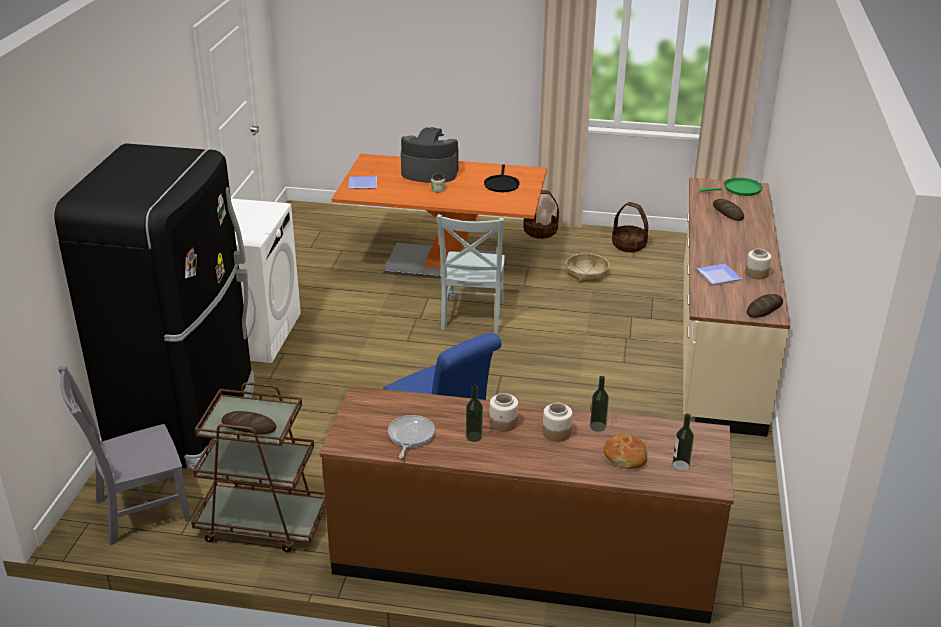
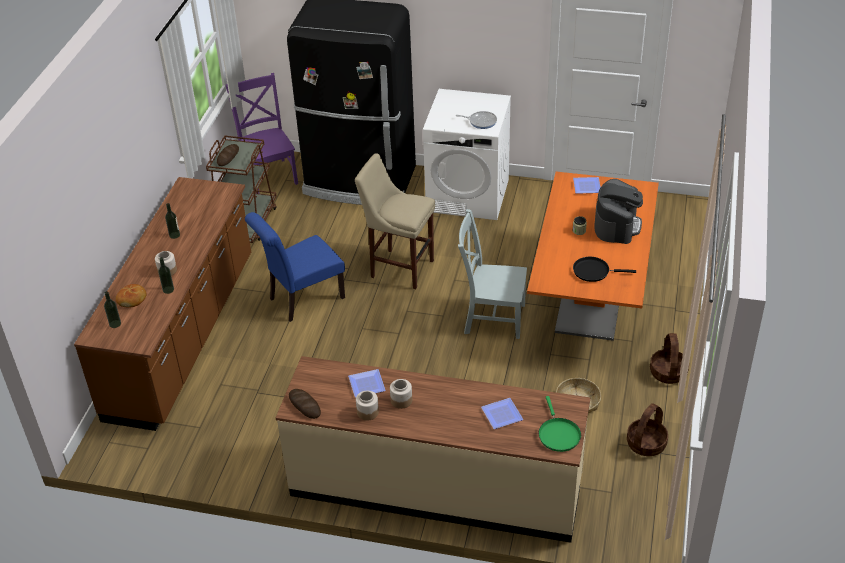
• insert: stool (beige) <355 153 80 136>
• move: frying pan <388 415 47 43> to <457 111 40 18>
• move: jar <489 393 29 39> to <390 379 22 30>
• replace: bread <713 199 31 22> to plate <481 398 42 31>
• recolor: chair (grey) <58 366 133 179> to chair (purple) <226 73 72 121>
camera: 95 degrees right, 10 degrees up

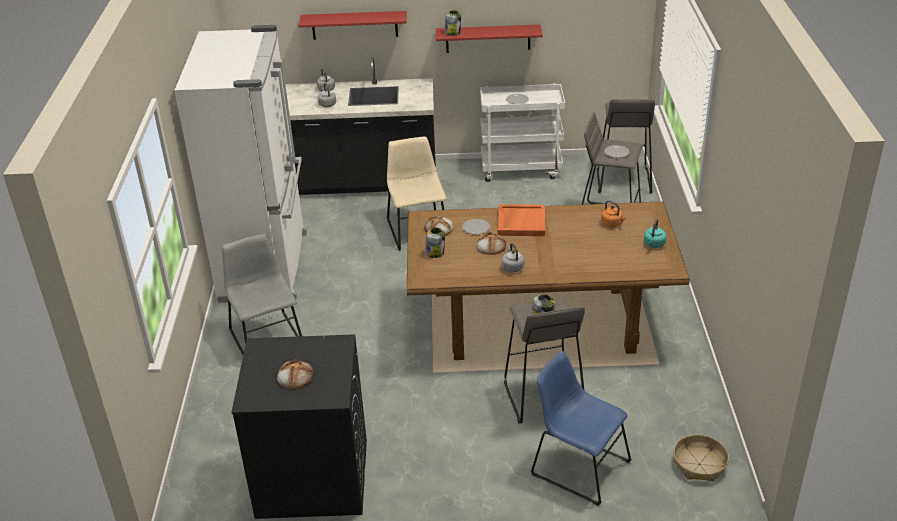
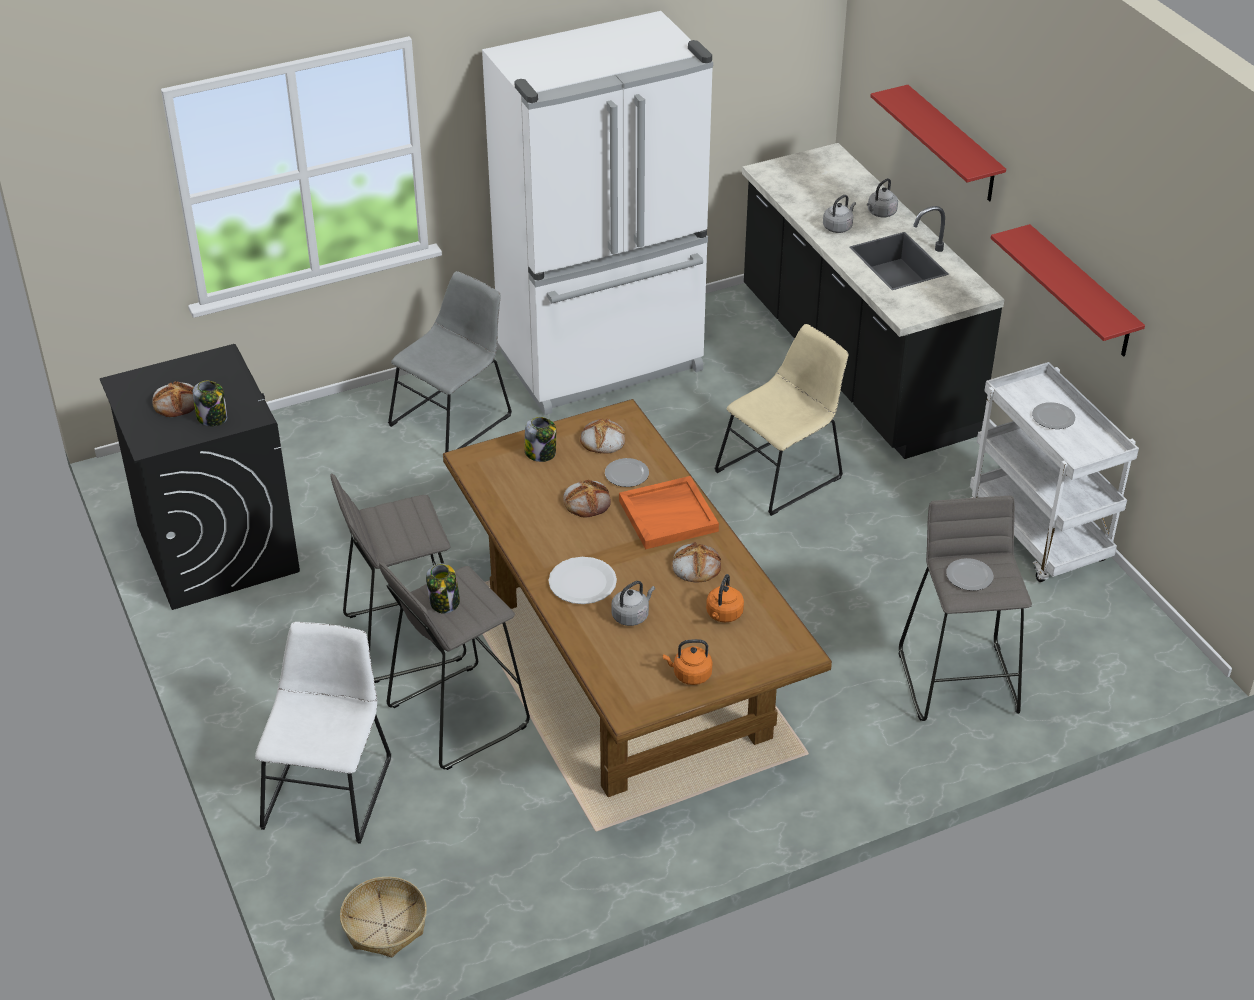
• insert: plate (white) <548 557 69 47>
• insert: bread <672 542 49 40>
• move: jar <444 10 17 26> to <193 381 35 45>
• move: kettle (grey) <502 243 22 30> to <611 581 44 45>
• move: stool (grey) <597 99 58 94> to <330 473 136 210>
• recolor: chair (blue) <531 351 101 155> to chair (white) <255 622 136 222>
• recolor: kettle (turquoise) <644 219 23 29> to kettle (orange) <663 639 49 46>
camera: 65 degrees right, 5 degrees up

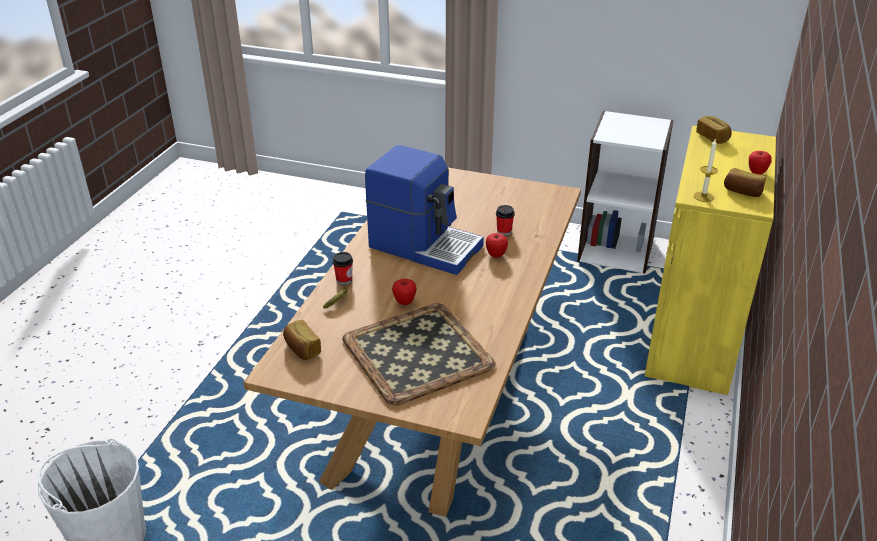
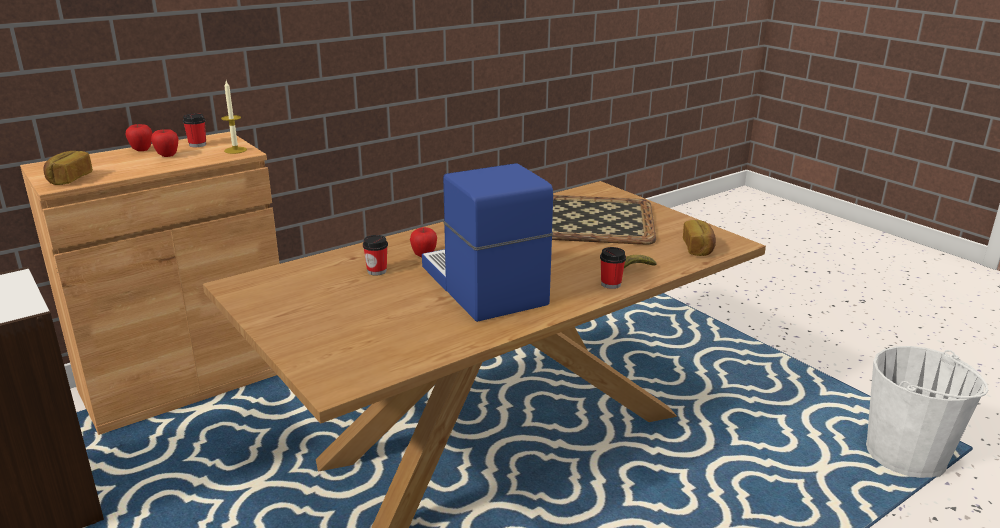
• move: apple <392 279 25 26> to <151 129 28 28>
• replace: bread <724 168 42 29> to cup <183 113 23 34>
• recolor: cabinet (yellow) <645 126 131 269> to cabinet (brown) <20 132 259 303>
camera: 145 degrees left, 10 degrees down

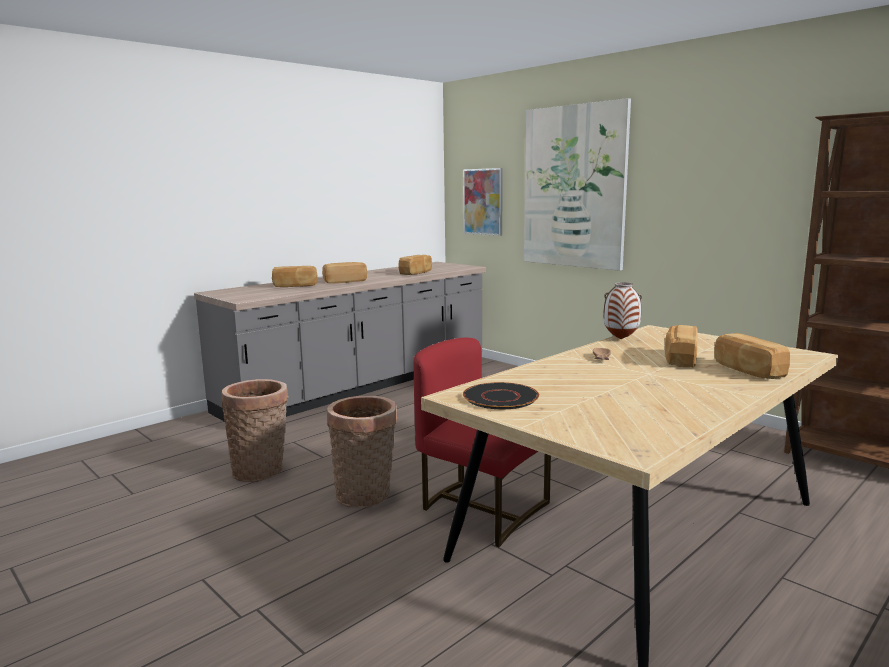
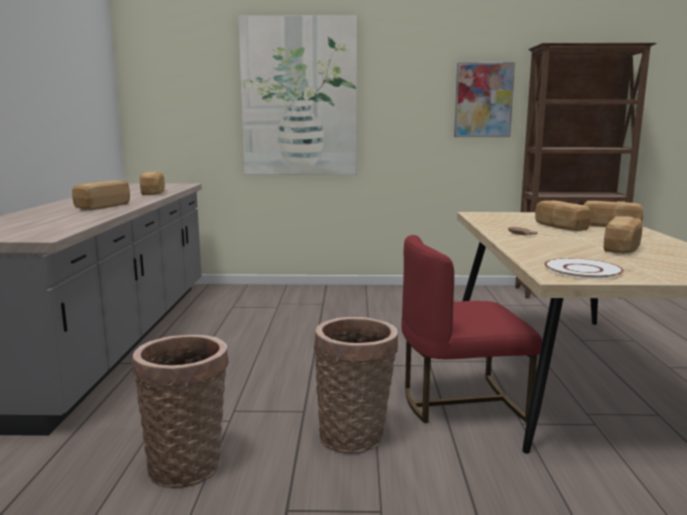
• delete: vase <603 282 39 57>
• move: bread <272 266 46 21> to <604 216 38 38>
• move: picture <463 168 40 68> to <454 62 61 75>
• recolor: plate (black) <463 382 76 27> to plate (white) <544 258 80 21>
camera: 45 degrees left, 0 degrees up

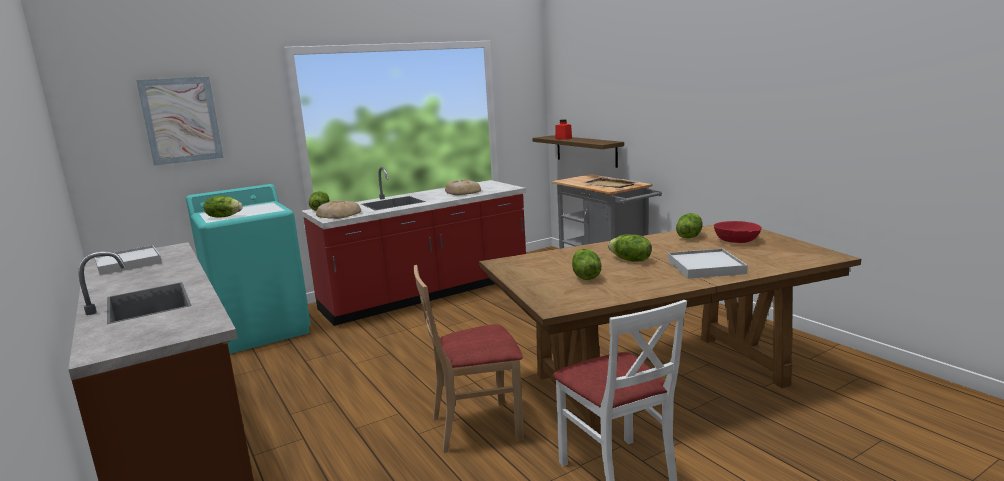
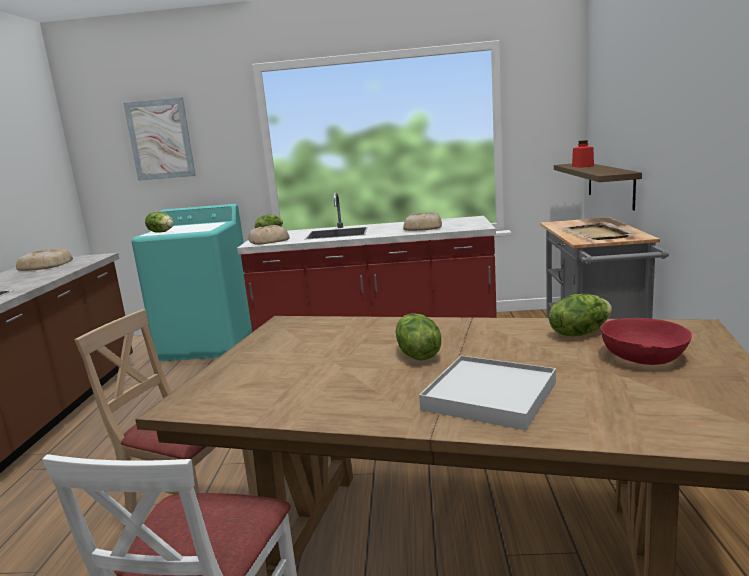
• delete: lettuce <572 249 29 31>
• replace: tray (white) <95 245 67 30> to bread <16 249 57 22>
camera: 35 degrees right, 0 degrees up

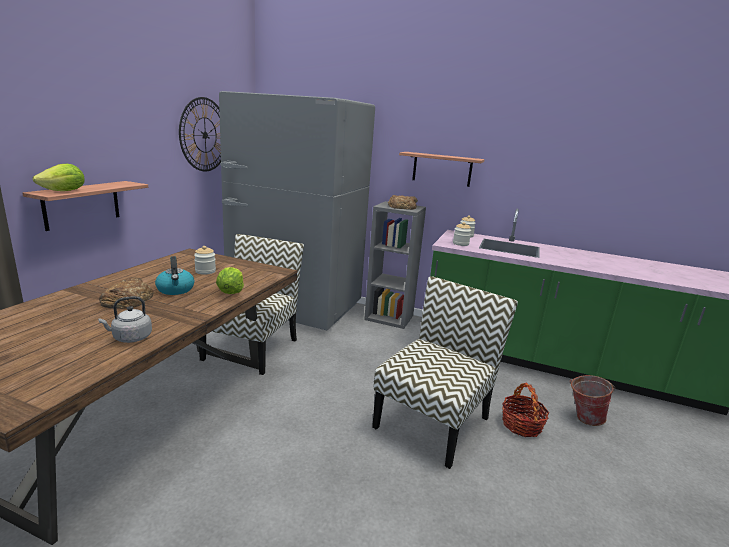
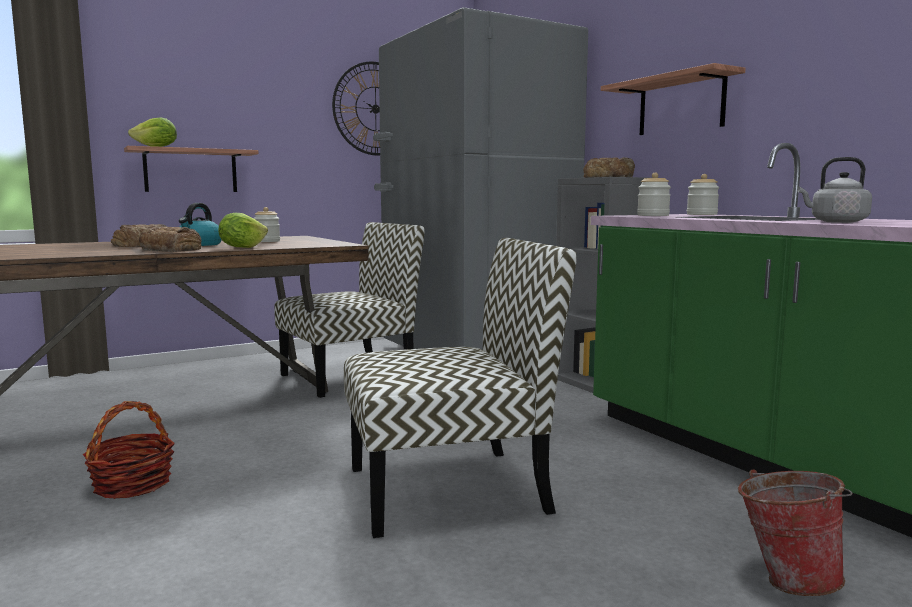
• insert: bread <139 227 63 25>
• move: kettle (grey) <98 296 54 47> to <797 157 75 66>
• move: basket <502 382 47 55> to <83 401 92 98>
camera: 40 degrees right, 10 degrees down

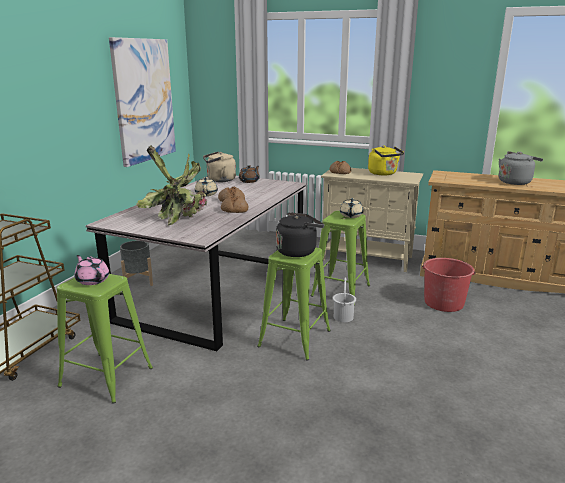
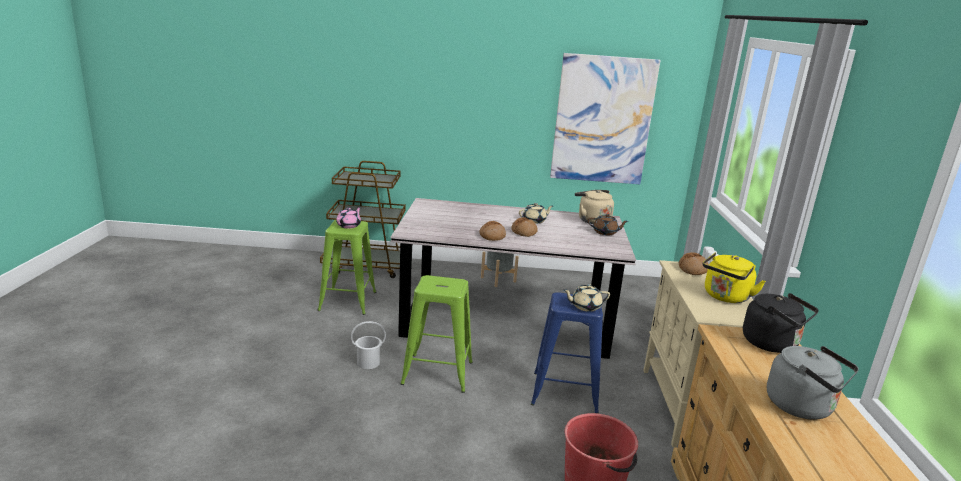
• delete: potted plant <137 145 70 81>
• move: kettle (black) <276 212 48 45> to <743 293 76 60>
• move: bucket (white) <333 277 23 45> to <351 321 35 48>
• recolor: stool (green) <311 211 59 95> to stool (blue) <531 292 72 122>
camera: 70 degrees right, 0 degrees up

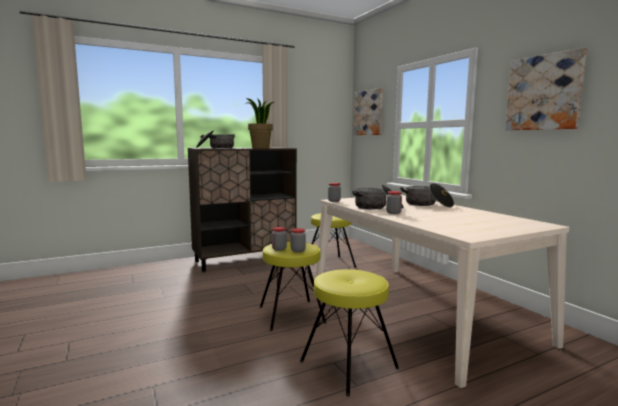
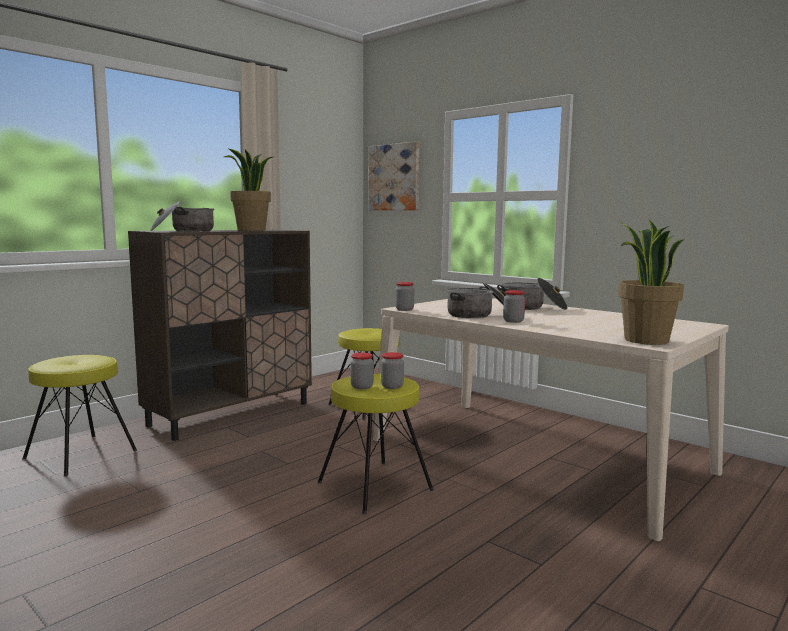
• delete: picture <505 47 82 83>
• insert: potted plant <618 219 67 126>
• move: stool (yellow) <300 269 99 128> to <22 355 115 121>
camera: 20 degrees left, 0 degrees up

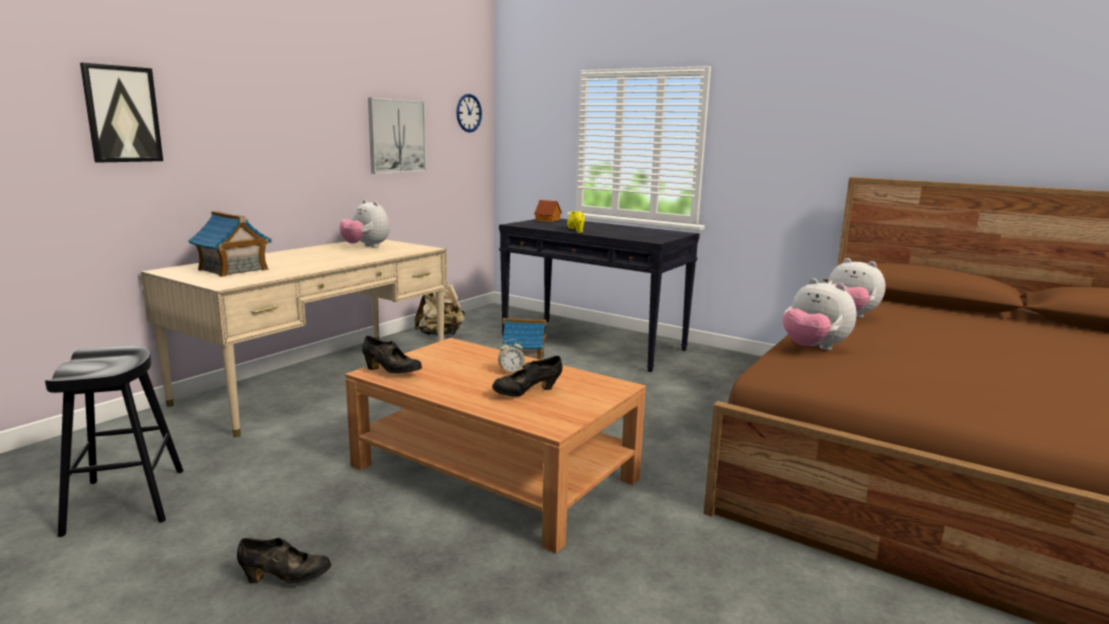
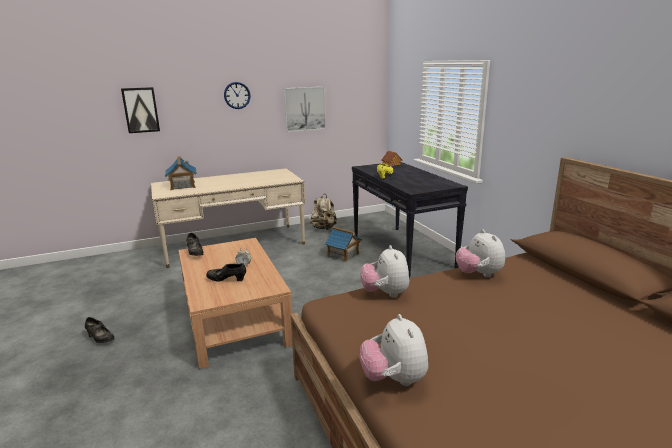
• delete: stool (black) <45 345 138 192>
• move: plush toy <340 200 50 48> to <359 314 69 72>
• move: wall clock <456 94 26 38> to <224 82 27 27>
camera: 35 degrees right, 5 degrees up

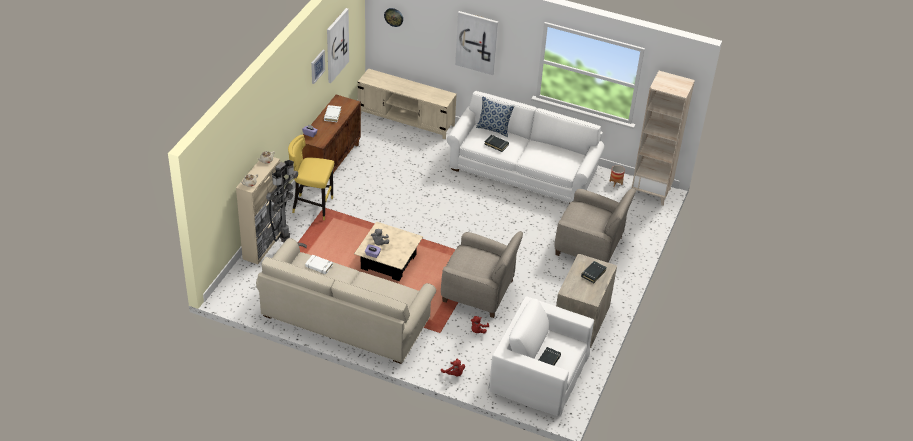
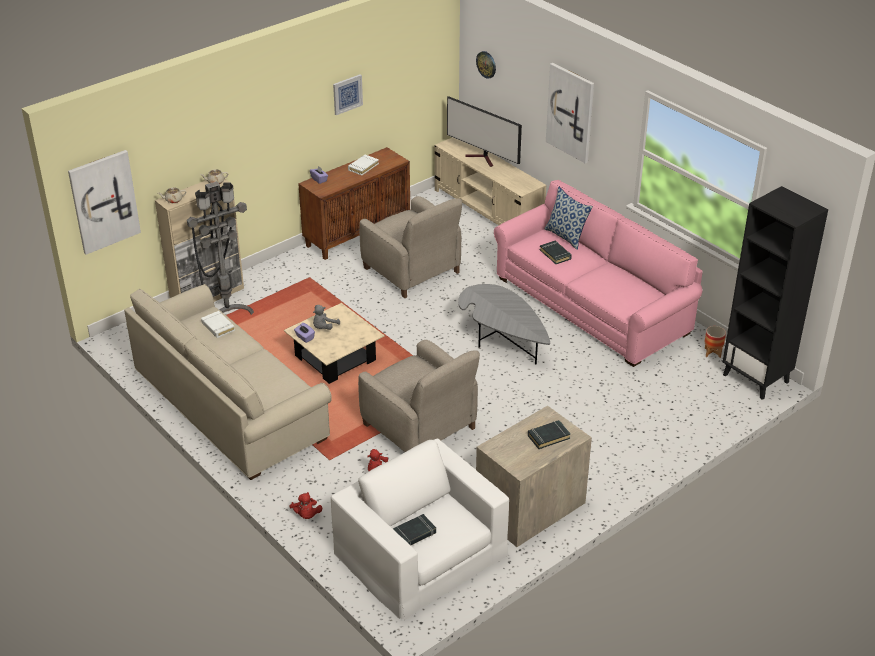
• delete: stool (yellow) <288 135 46 85>
• insert: television <447 96 75 71>
• insert: coffee table (grey) <458 284 92 80>
• move: picture <327 8 22 75> to <68 150 73 105>
• move: armchair (beige) <554 188 82 74> to <359 196 103 102>
• recolor: sofa (white) <447 91 157 113> to sofa (pink) <494 180 209 187>
• recolor: bookcase (beige) <631 71 64 135> to bookcase (black) <723 186 105 214>
camera: 30 degrees right, 5 degrees down

